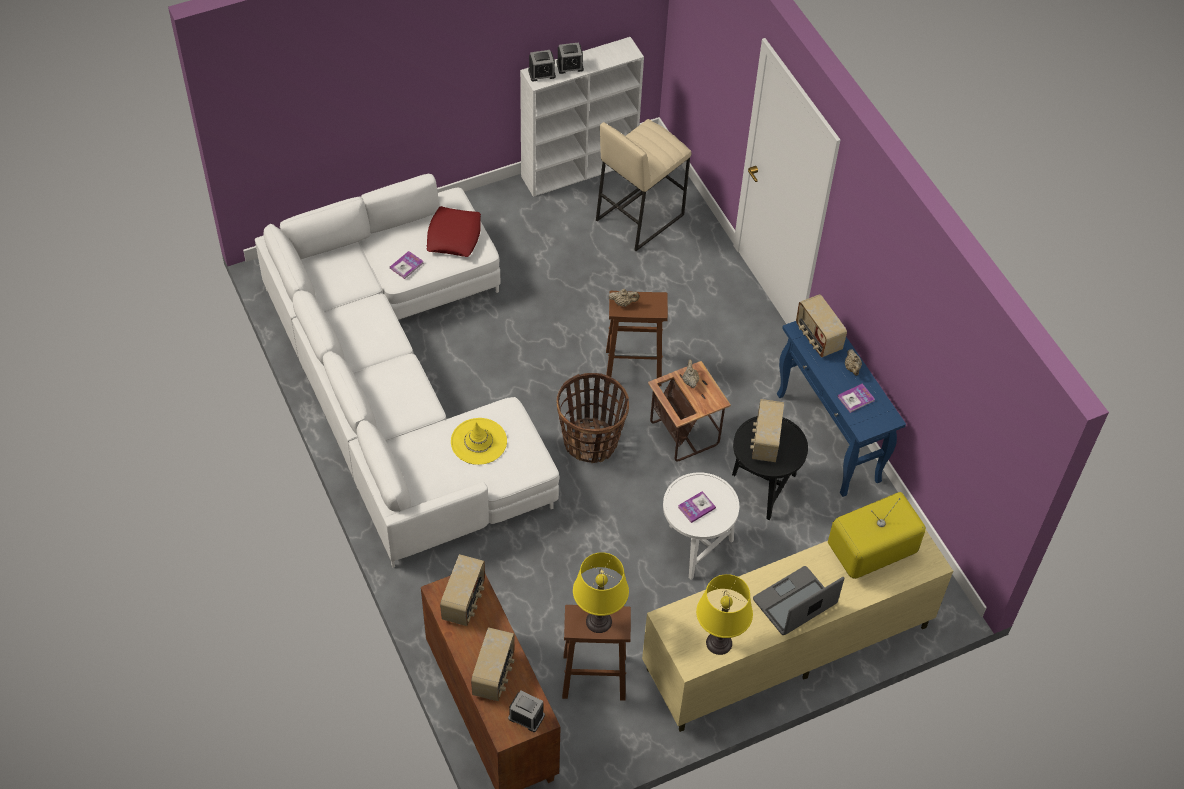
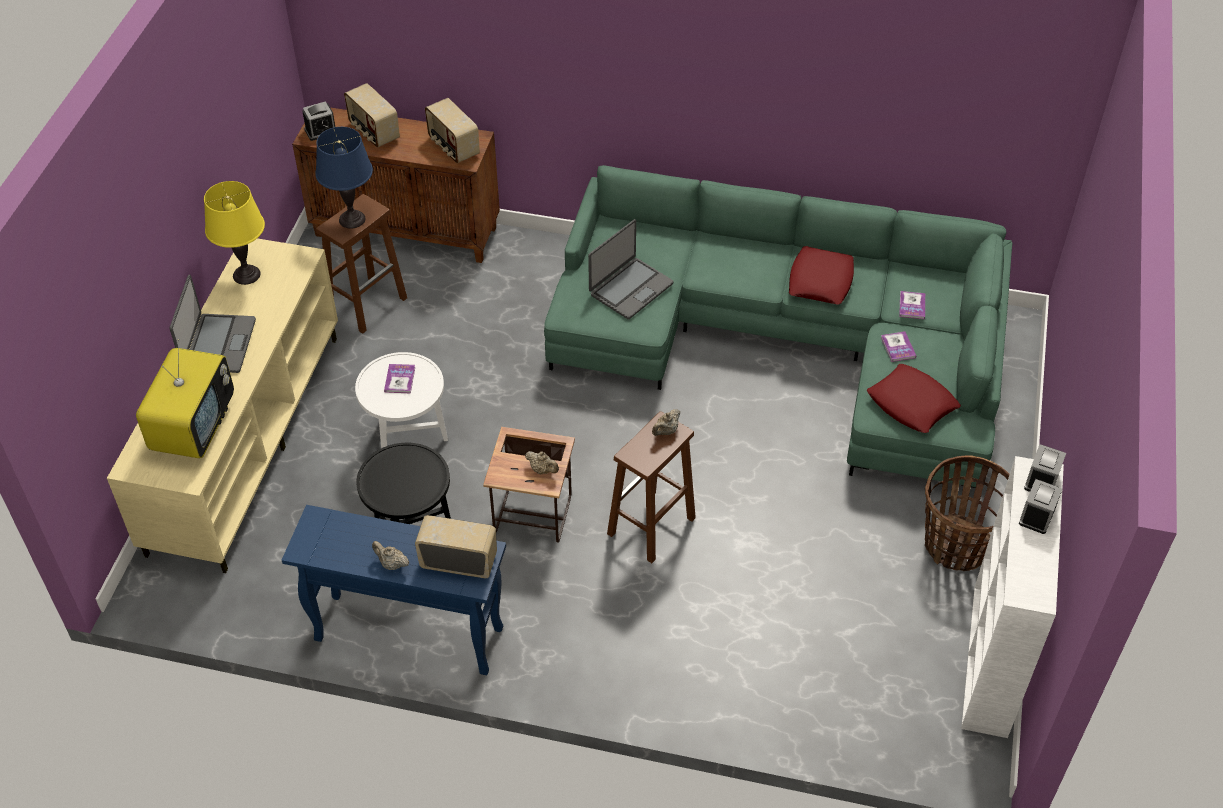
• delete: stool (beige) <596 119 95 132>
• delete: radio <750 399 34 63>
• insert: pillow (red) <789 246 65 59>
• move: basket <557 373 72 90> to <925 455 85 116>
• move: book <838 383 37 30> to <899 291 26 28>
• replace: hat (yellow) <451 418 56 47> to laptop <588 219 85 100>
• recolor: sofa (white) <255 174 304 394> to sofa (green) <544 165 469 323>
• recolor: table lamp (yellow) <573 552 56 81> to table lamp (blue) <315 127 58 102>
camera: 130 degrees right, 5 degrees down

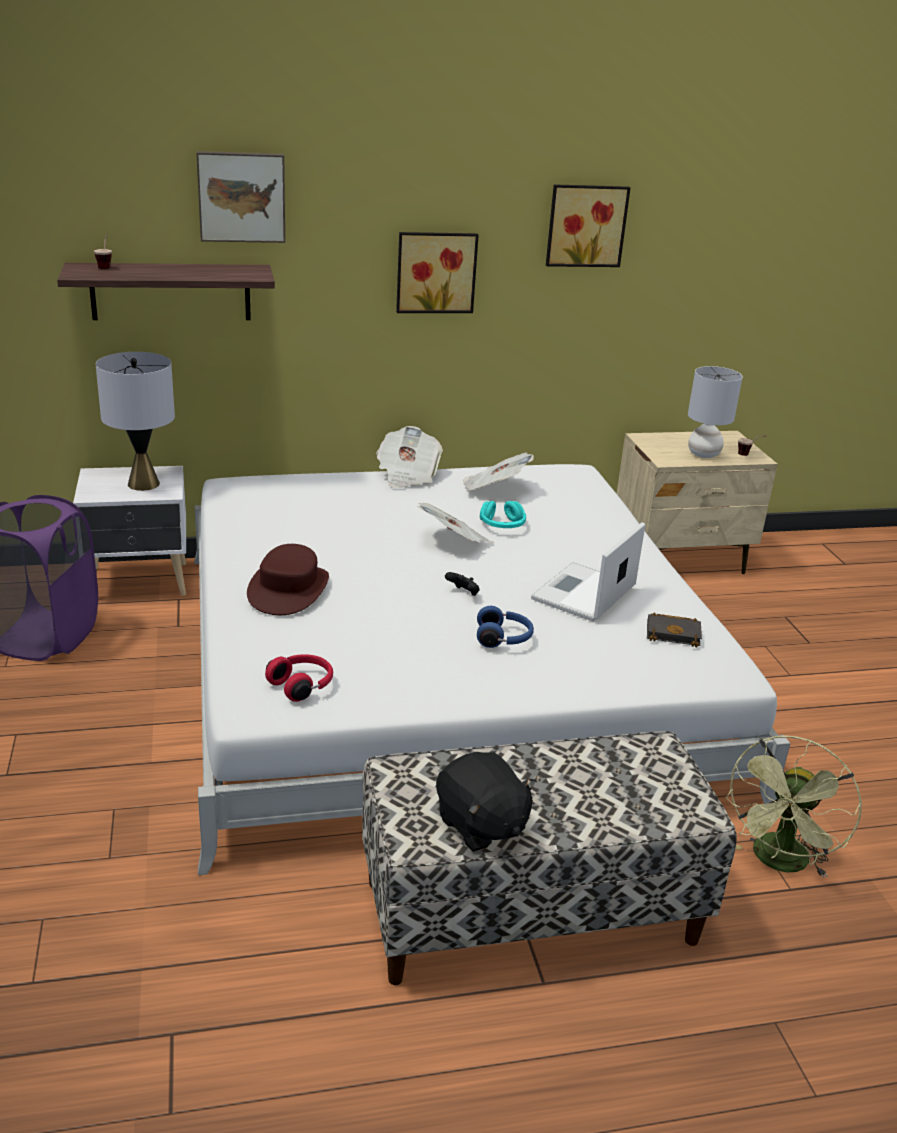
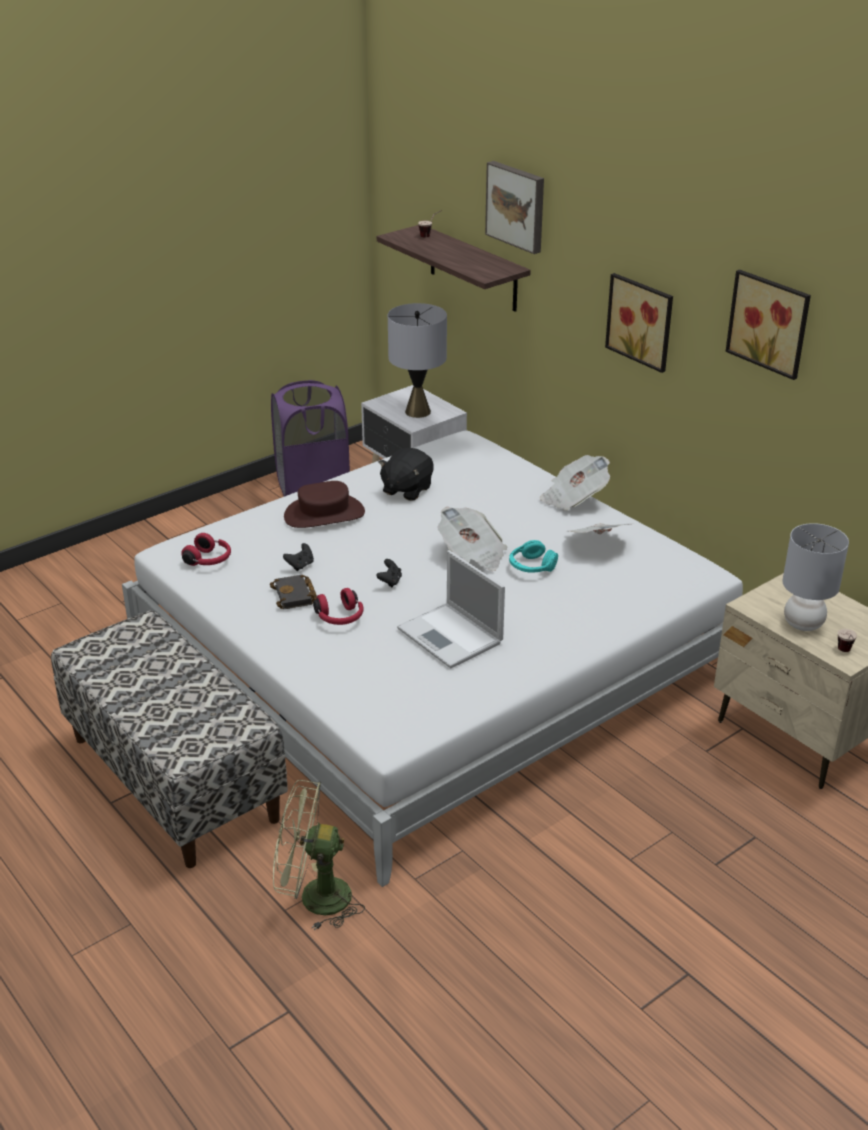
• insert: game controller (black) <283 543 31 28>
• move: plush toy (black) <436 752 101 100> to <378 448 56 53>
• move: book (black) <647 612 55 35> to <270 575 47 34>
• recolor: headphones (blue) <477 606 57 42> to headphones (red) <313 588 50 37>
• rotate: laptop <531 522 114 99> = <397 550 108 118> 135 degrees counterclockwise
camera: 65 degrees right, 5 degrees up

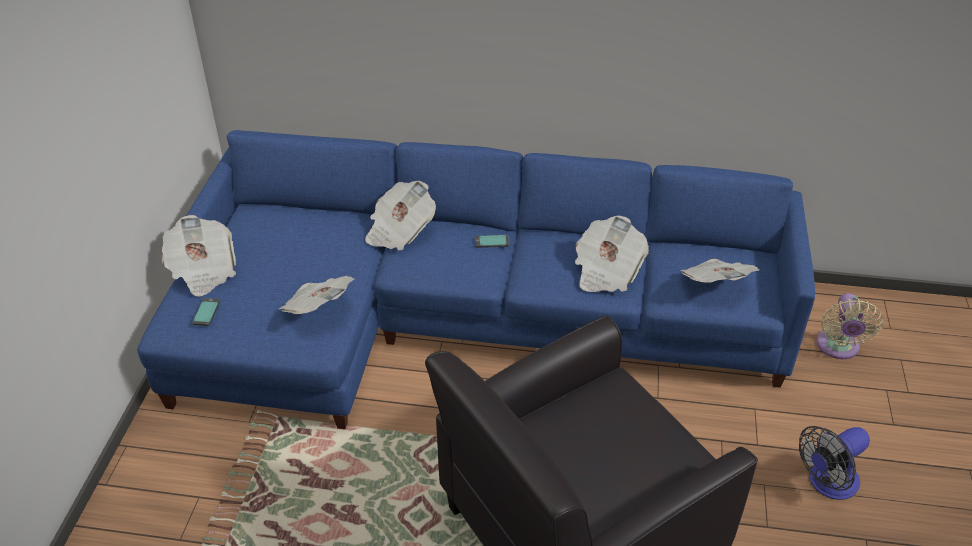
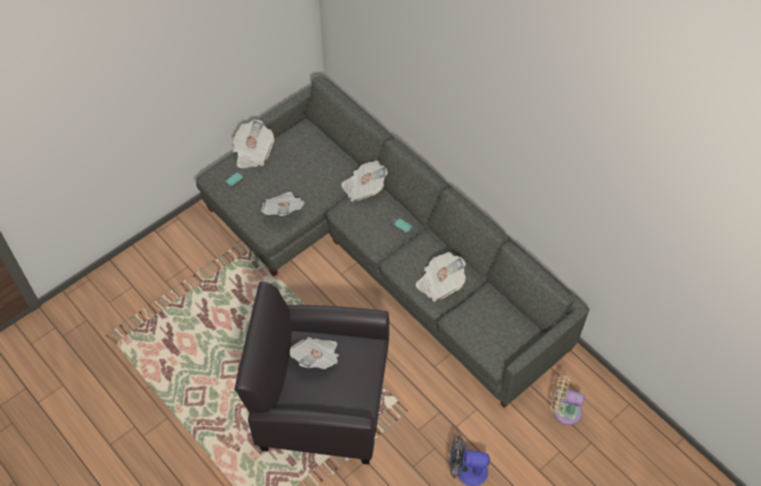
• move: newspaper <680 259 80 24> to <290 337 49 32>
• recolor: sofa (blue) <137 130 678 299> to sofa (grey) <196 76 393 332>
• rotate: fan (beige) <816 293 67 66> = <551 375 34 50> 60 degrees clockwise
camera: 40 degrees right, 15 degrees up

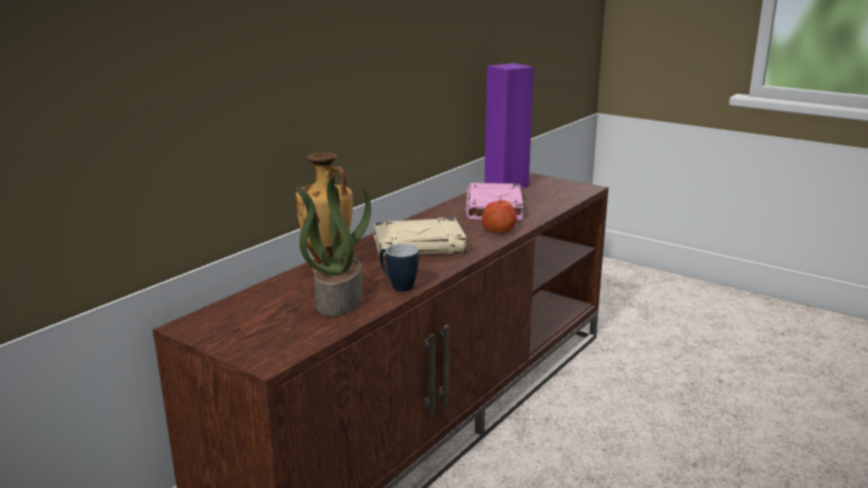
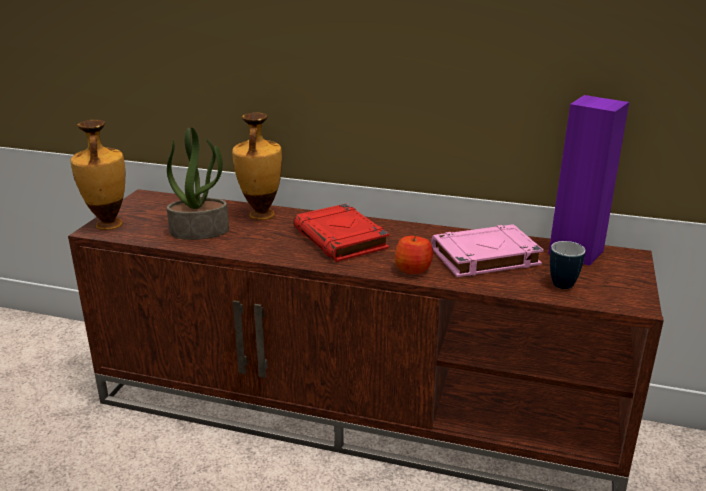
• insert: vase <71 120 54 110>
• move: mug <380 244 39 47> to <550 241 35 48>
• recolor: book (beige) <373 218 94 40> to book (red) <293 204 97 58>
camera: 70 degrees right, 5 degrees up

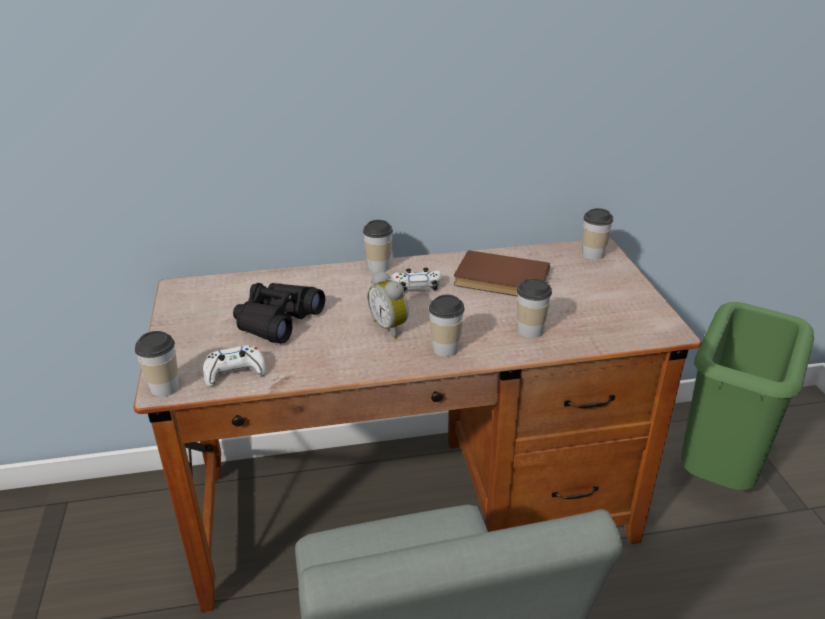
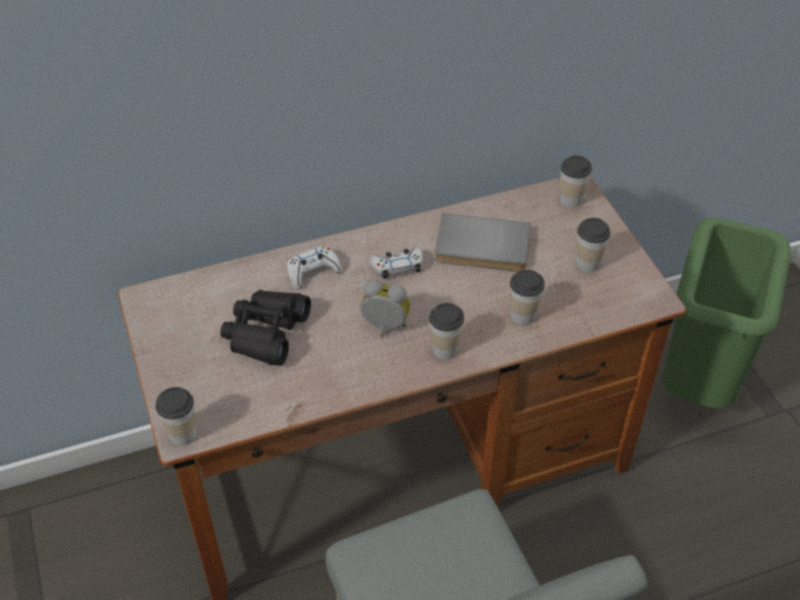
• move: game controller (white) <203 345 63 42> to <287 246 55 43>
• move: cup <363 220 30 53> to <576 218 35 54>
• recolor: book (brown) <454 250 96 47> to book (grey) <435 213 96 59>
• rotate: alarm clock <368 271 41 68> = <360 280 50 57> 150 degrees clockwise
camera: 10 degrees left, 15 degrees up

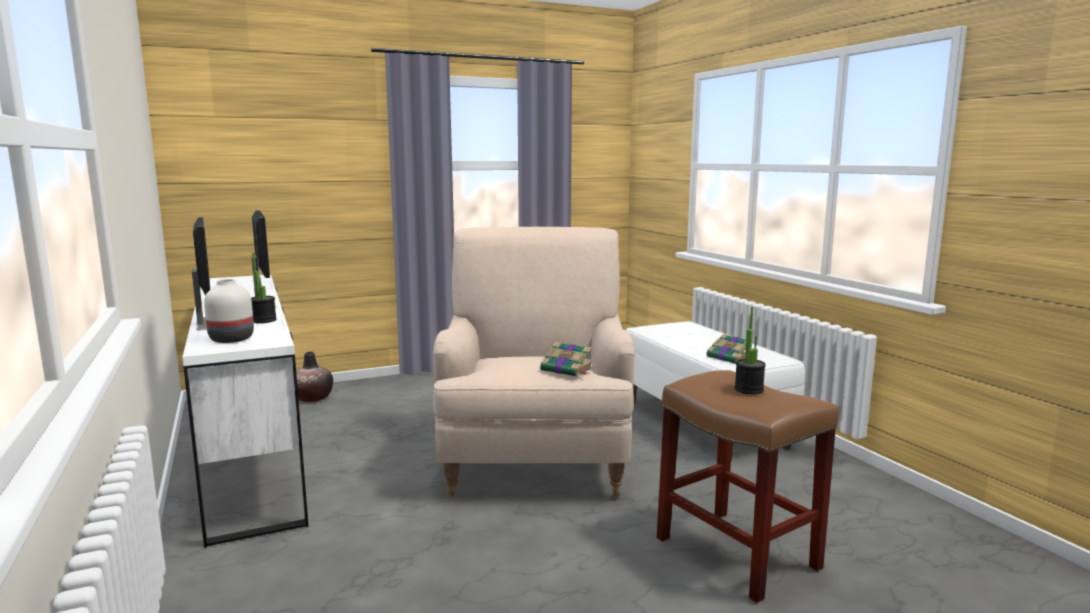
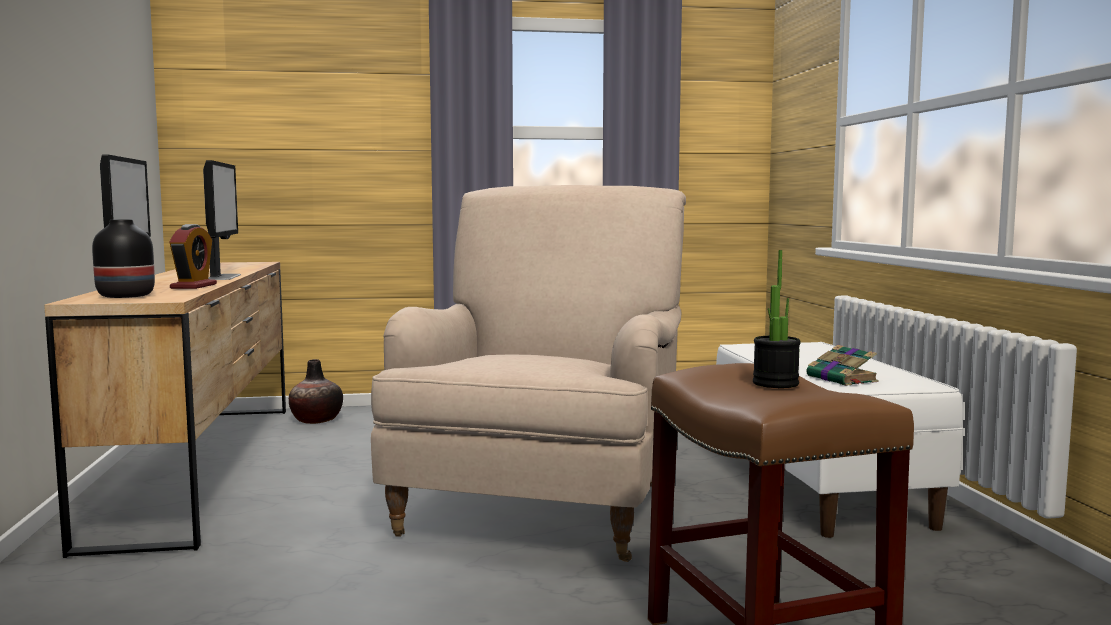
• delete: book <540 342 52 35>
• replace: potted plant <251 252 26 71> to alarm clock <170 224 47 65>
• recolor: dresser (white) <182 274 127 274> to dresser (brown) <44 262 242 296>
• recolor: vase (white) <204 279 50 64> to vase (black) <92 219 63 79>
camera: 15 degrees right, 5 degrees down

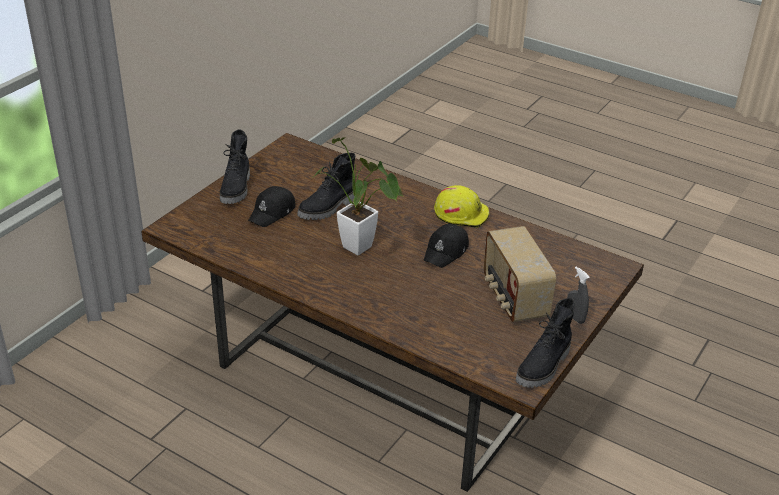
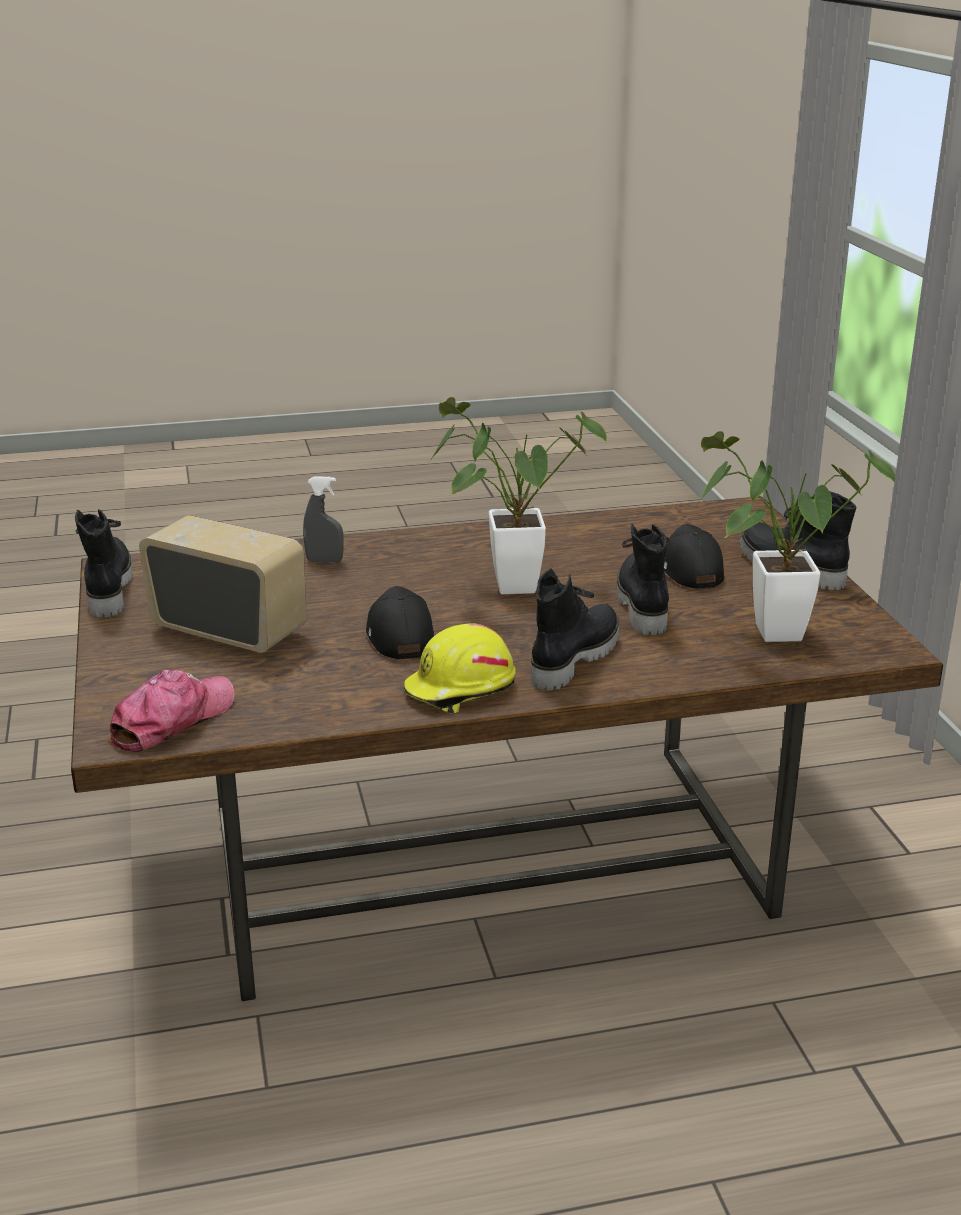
• insert: cap <109 670 125 82>
• insert: boot (black) <531 568 88 123>
• insert: potted plant <699 431 197 211>
• move: spray bottle (grey) <567 267 23 57> to <303 476 41 87>
camera: 135 degrees right, 10 degrees down

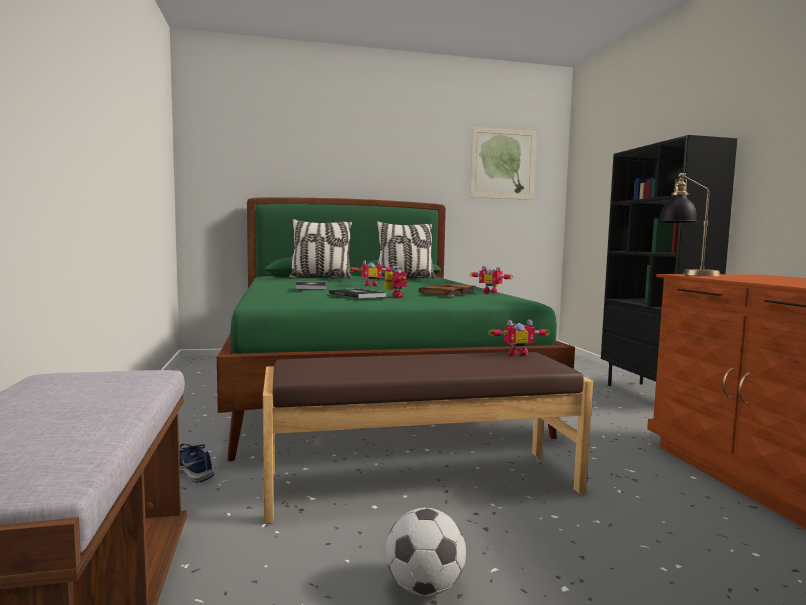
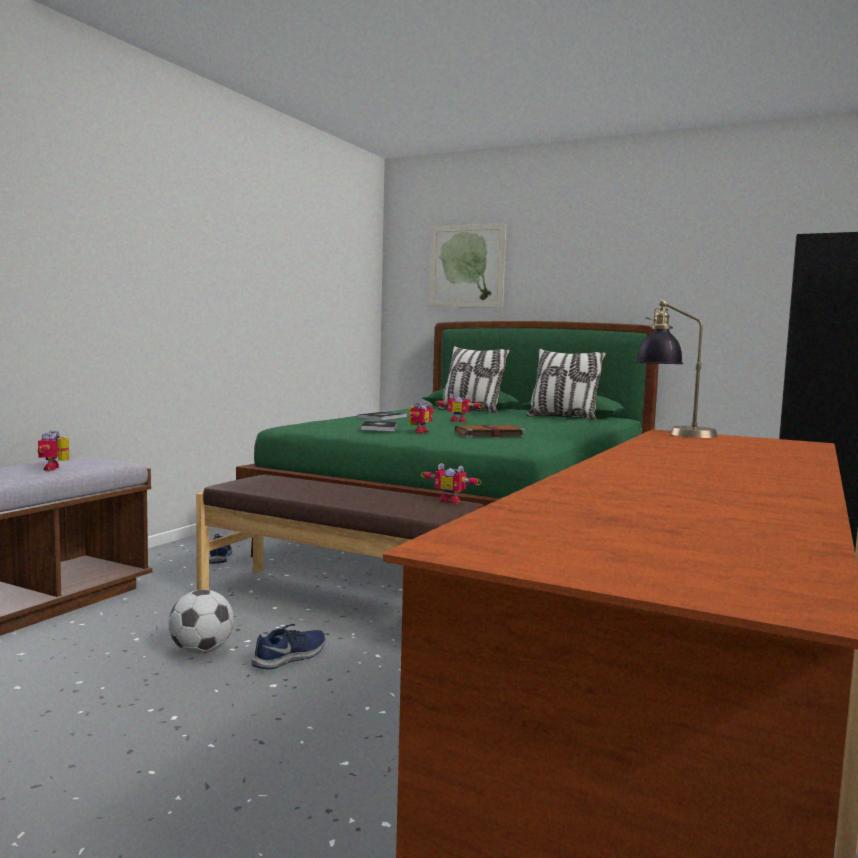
• insert: shoe (blue) <251 624 74 45>
• move: picture <470 127 66 73> to <429 223 77 84>
• move: toy robot <470 266 43 28> to <38 430 31 41>
camera: 40 degrees right, 0 degrees up

